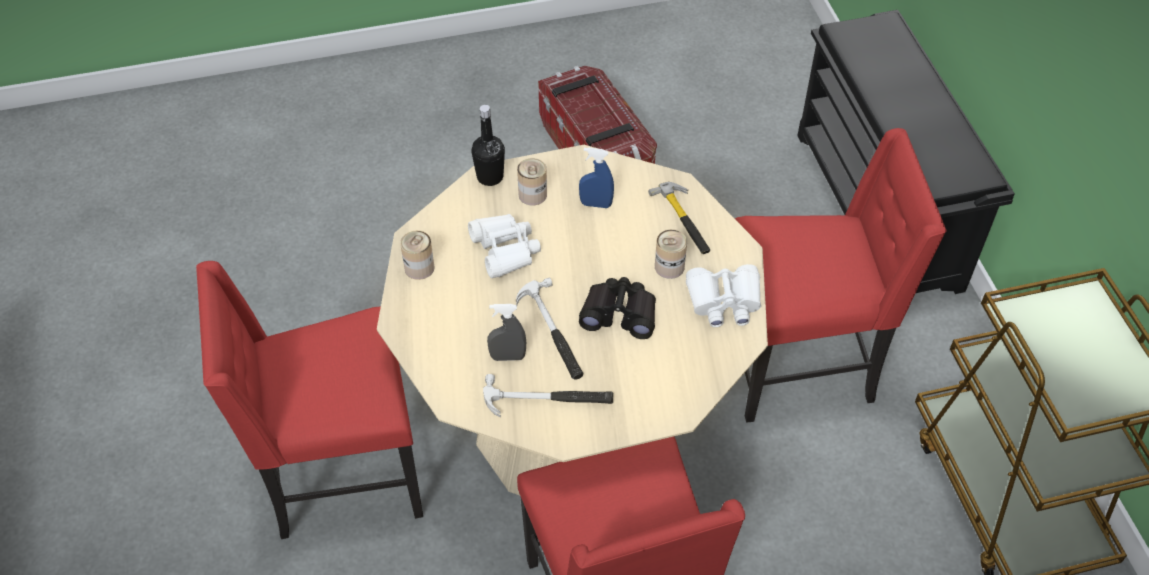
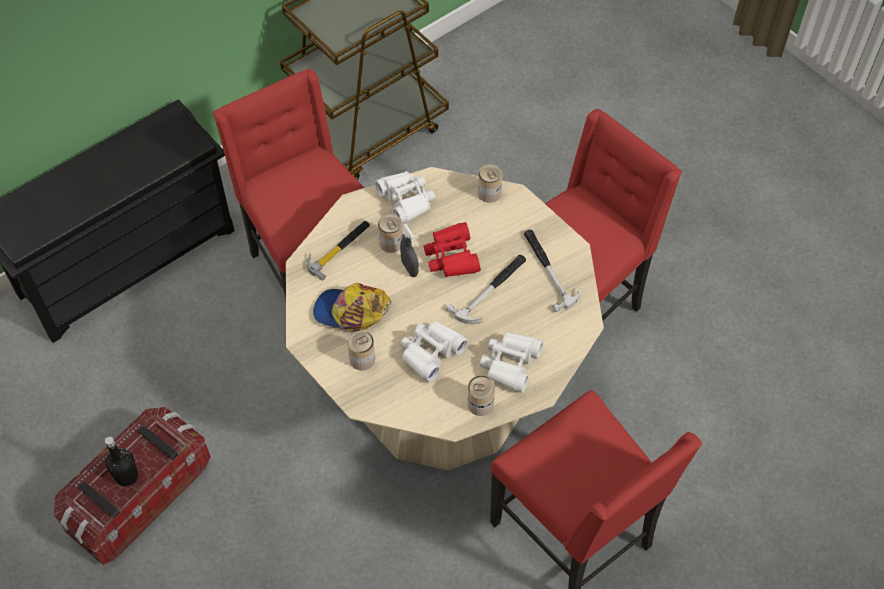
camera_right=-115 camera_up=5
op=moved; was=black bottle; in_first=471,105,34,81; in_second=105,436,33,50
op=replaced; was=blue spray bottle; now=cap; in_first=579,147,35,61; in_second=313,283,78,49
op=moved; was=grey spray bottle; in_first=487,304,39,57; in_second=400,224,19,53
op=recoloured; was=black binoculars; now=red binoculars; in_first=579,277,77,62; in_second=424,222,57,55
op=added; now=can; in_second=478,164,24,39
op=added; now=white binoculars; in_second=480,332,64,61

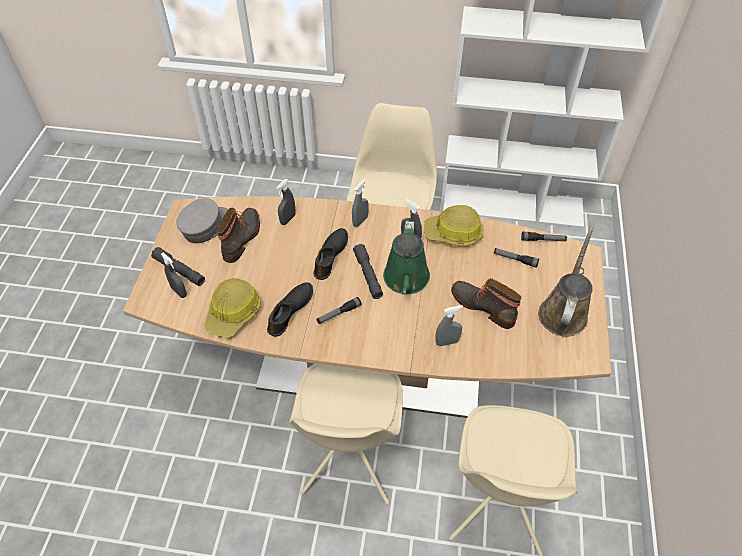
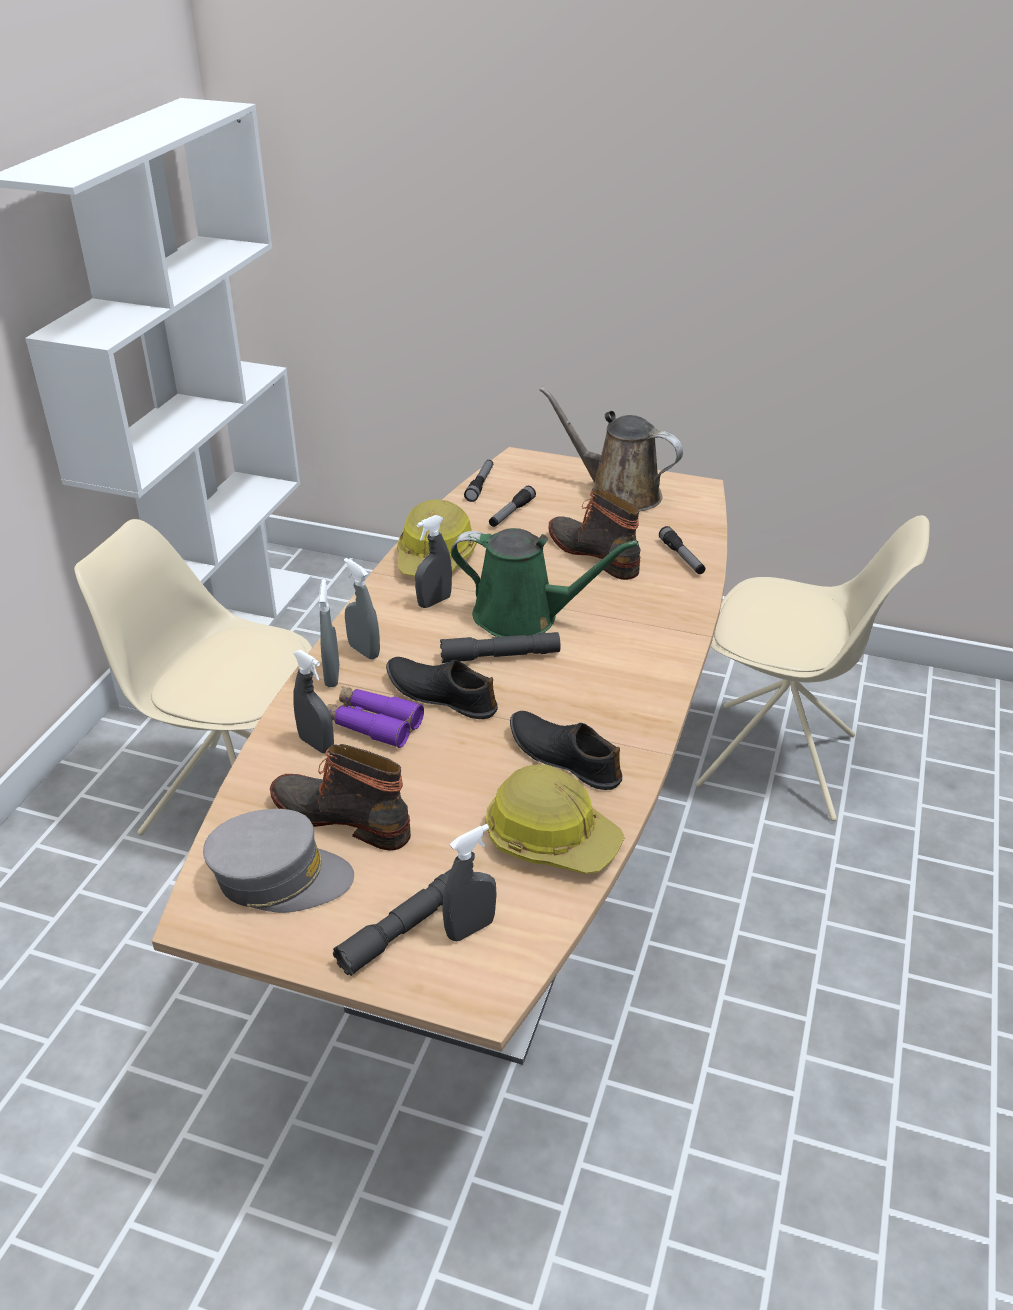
camera_right=-80 camera_up=-15
op=turned; was=grey cap; in_first=176,198,52,45; in_second=203,809,151,104; clockwise=135
op=moved; was=grey spray bottle; in_first=435,305,28,41; in_second=319,579,20,108
op=added; now=purple binoculars; in_second=327,686,97,62
op=turned; was=boot; in_first=451,278,71,51; in_second=548,489,93,91; clockwise=90
op=moved; was=flashlight; in_first=316,297,46,27; in_second=659,526,46,48
op=removed; was=beige chair; in_first=289,363,114,142

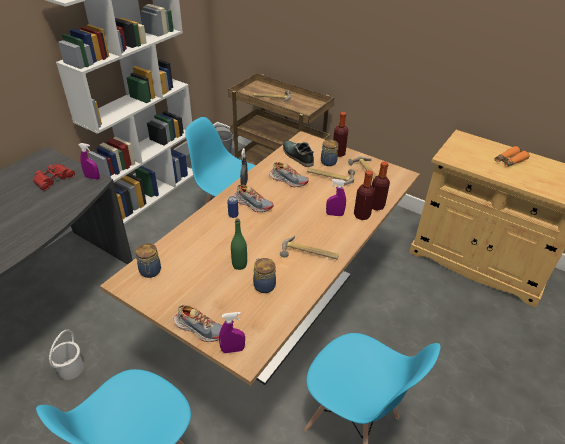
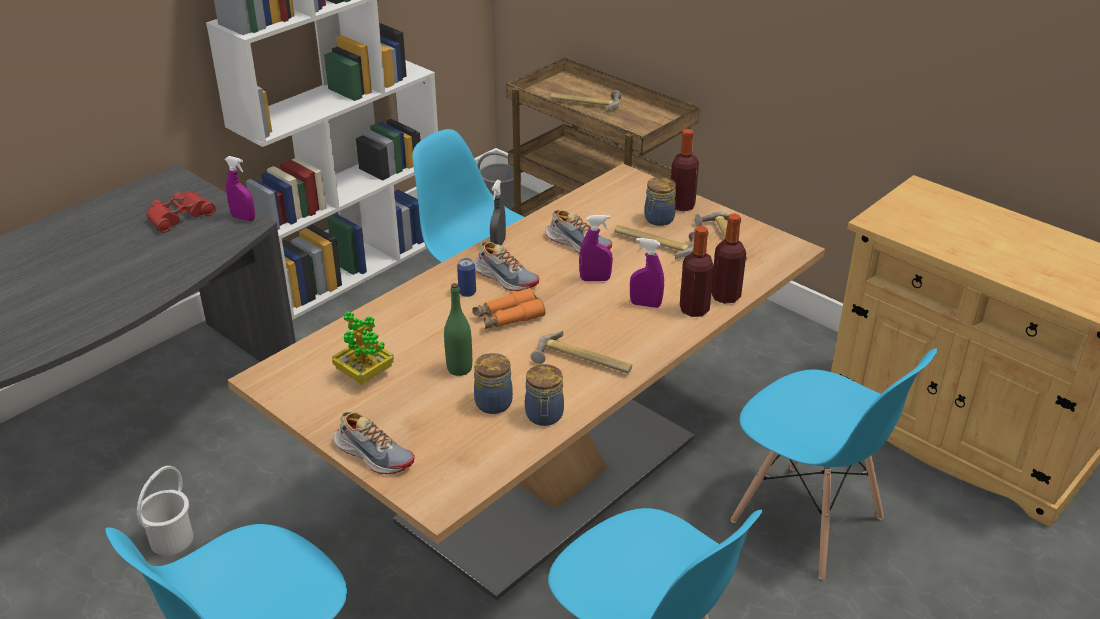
camera_right=10 camera_up=-5
op=added; now=potted plant; in_second=332,311,62,73
op=moved; was=orange binoculars; in_first=495,146,34,21; in_second=473,288,73,41
op=moved; was=jar; in_first=135,243,26,35; in_second=525,364,39,62
op=moved; was=purple spray bottle; in_first=219,312,26,41; in_second=579,215,34,66
op=added; now=blue chair; in_second=730,348,208,232
op=removed; was=shoe; in_first=283,141,31,26

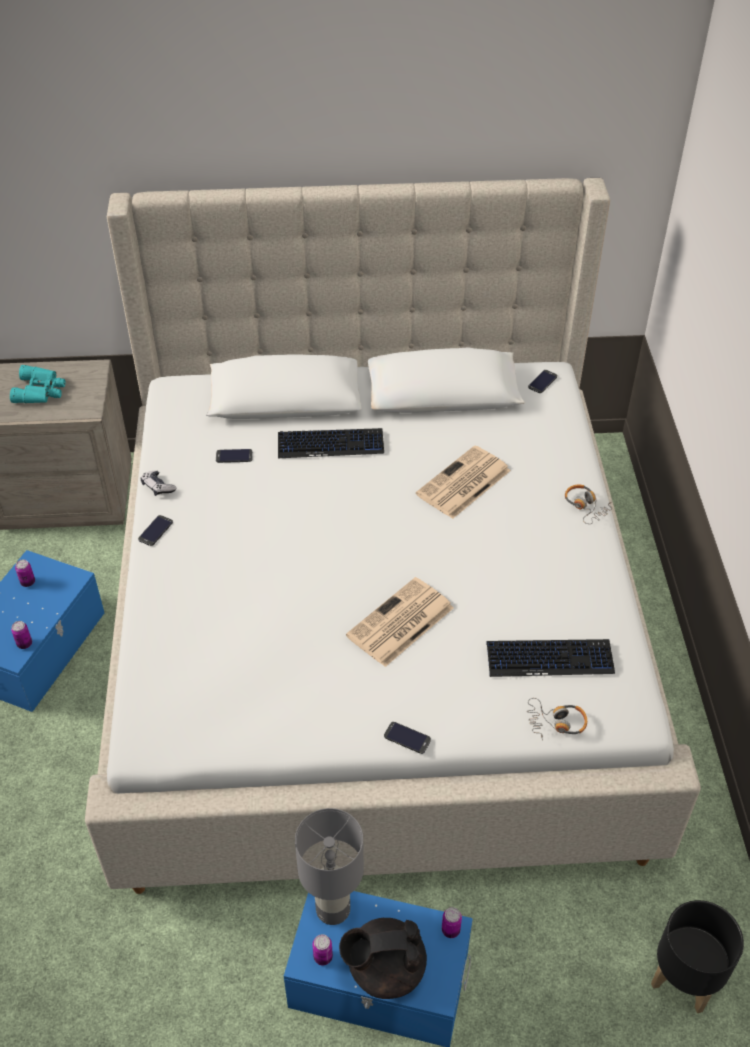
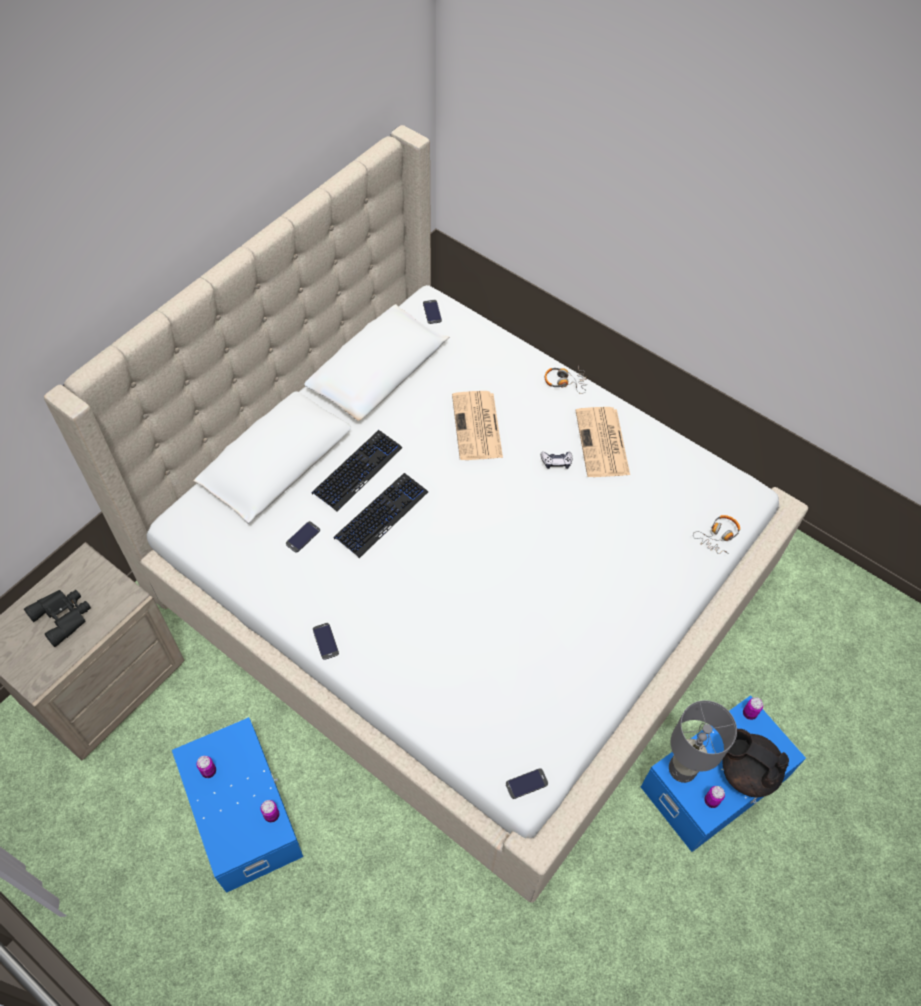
camera_right=-50 camera_up=10
op=recoloured; was=turquoise binoculars; now=black binoculars; in_first=10,365,56,38; in_second=24,590,67,57
op=moved; was=keyboard; in_first=486,639,129,38; in_second=334,473,94,85
op=moved; was=phone; in_first=384,722,47,32; in_second=506,768,42,31
op=moved; was=game controller; in_first=141,471,35,25; in_second=541,452,31,17
op=moved; was=newspaper; in_first=346,577,108,90; in_second=575,407,55,70
op=turned; was=black teapot; in_first=339,918,88,81; in_second=722,729,67,68; clockwise=90
op=removed; was=black planter; in_first=651,900,93,113

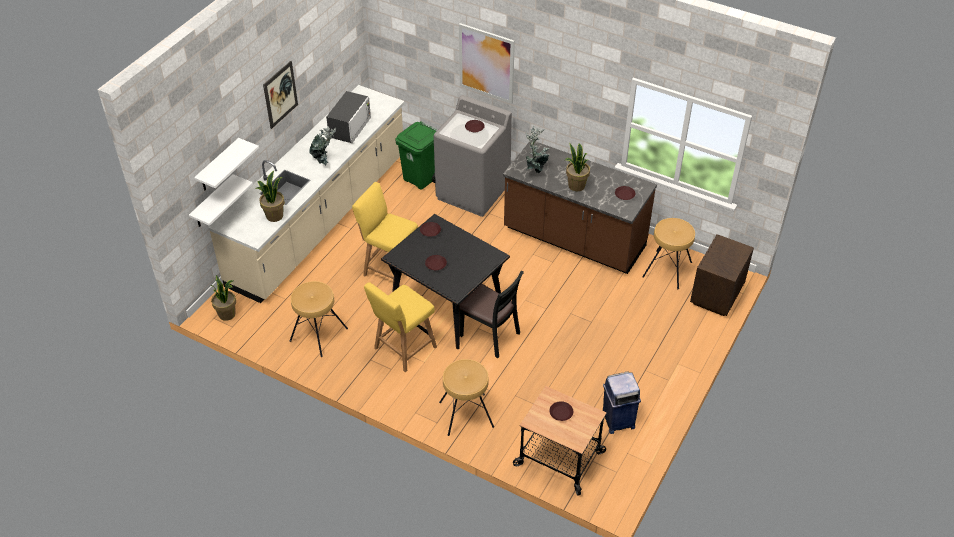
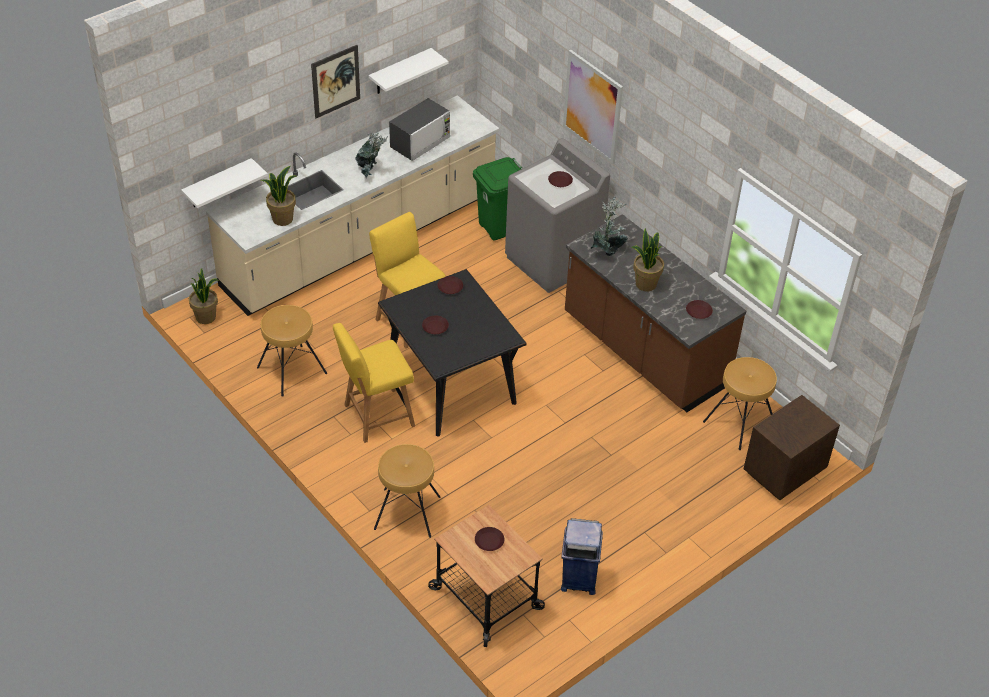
camera_right=20 camera_up=0
op=moved; was=white shelf; in_first=194,138,65,52; in_second=369,48,79,46
op=removed; was=black chair; in_first=460,271,64,87

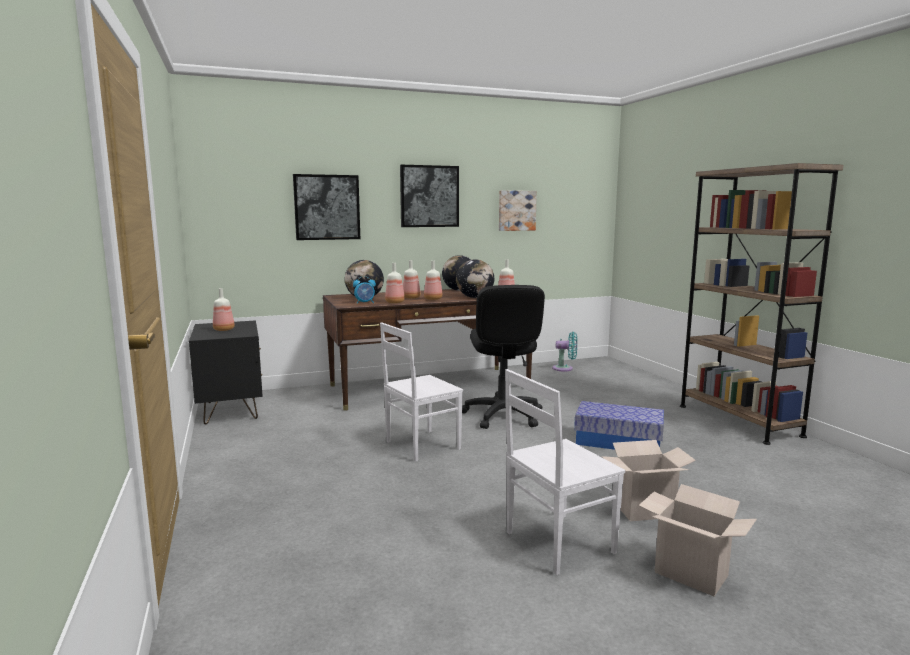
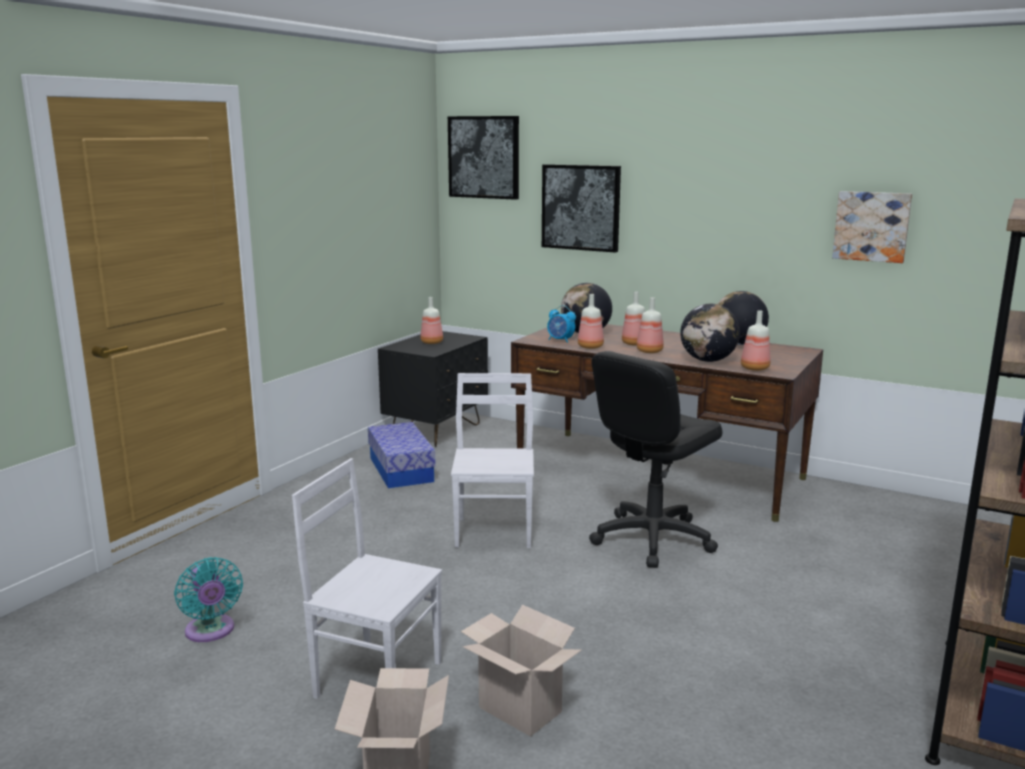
camera_right=50 camera_up=5
op=moved; was=turquoise fan; in_first=552,332,25,40; in_second=174,557,69,85
op=moved; was=storage box; in_first=574,401,90,49; in_second=368,422,68,66
op=moved; was=picture; in_first=400,165,59,62; in_second=448,116,71,84
op=turned; was=white chair; in_first=380,322,83,140; in_second=451,373,83,175; clockwise=75

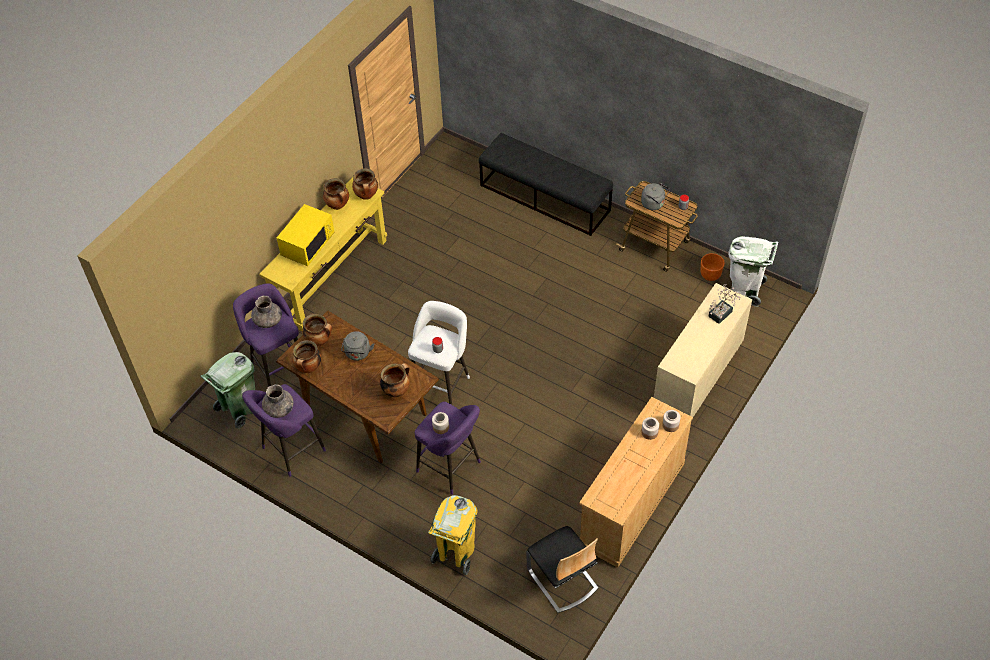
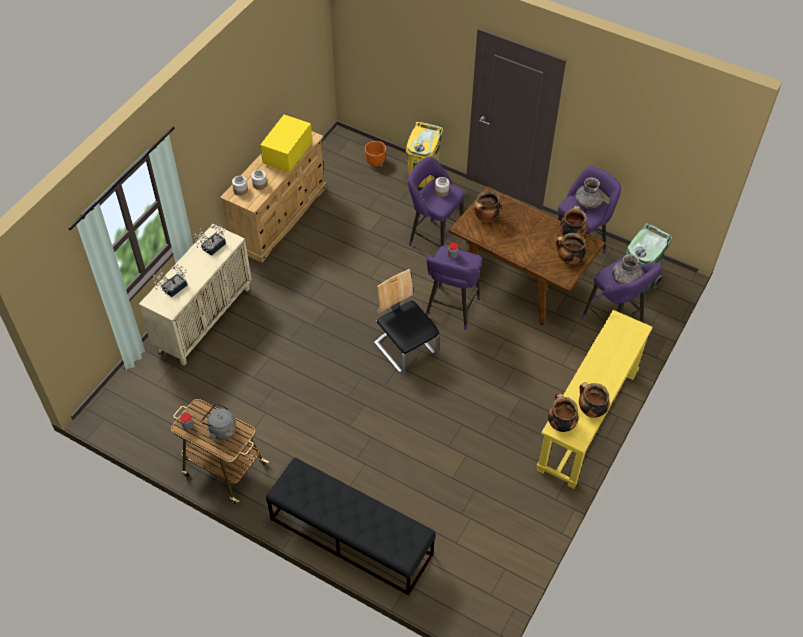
camera_right=175 camera_up=0
op=added; now=potted plant; in_second=193,223,33,33
op=moved; was=yellow microwave; in_first=277,204,57,62; in_second=260,115,52,58
op=moved; was=orange planter; in_first=700,253,25,28; in_second=365,141,21,26
op=moved; was=chair; in_first=526,526,72,87; in_second=374,269,66,105
op=recoloured; was=white stool; now=purple stool; in_first=408,301,62,104; in_second=426,246,56,84
op=removed; was=grey kettle; in_first=341,331,33,30
op=removed; was=white trash can; in_first=728,236,50,71

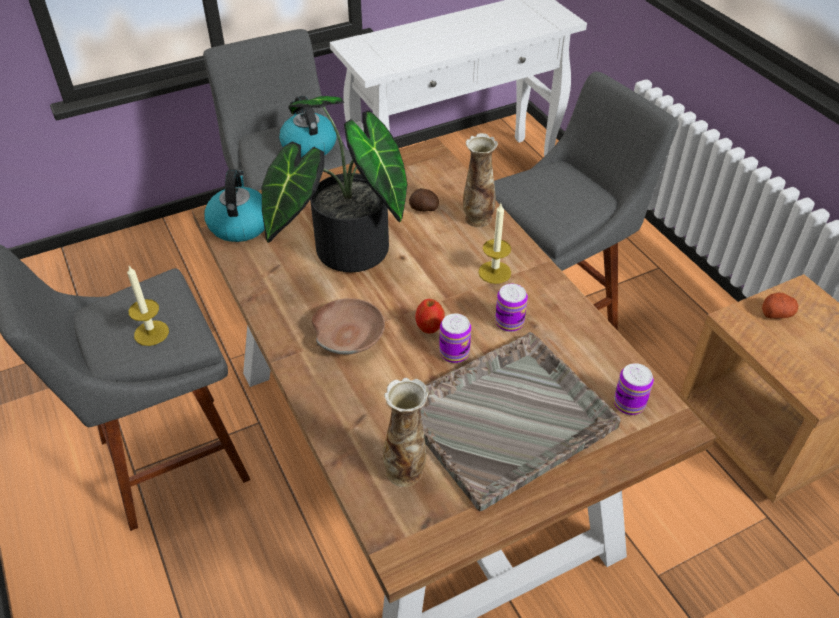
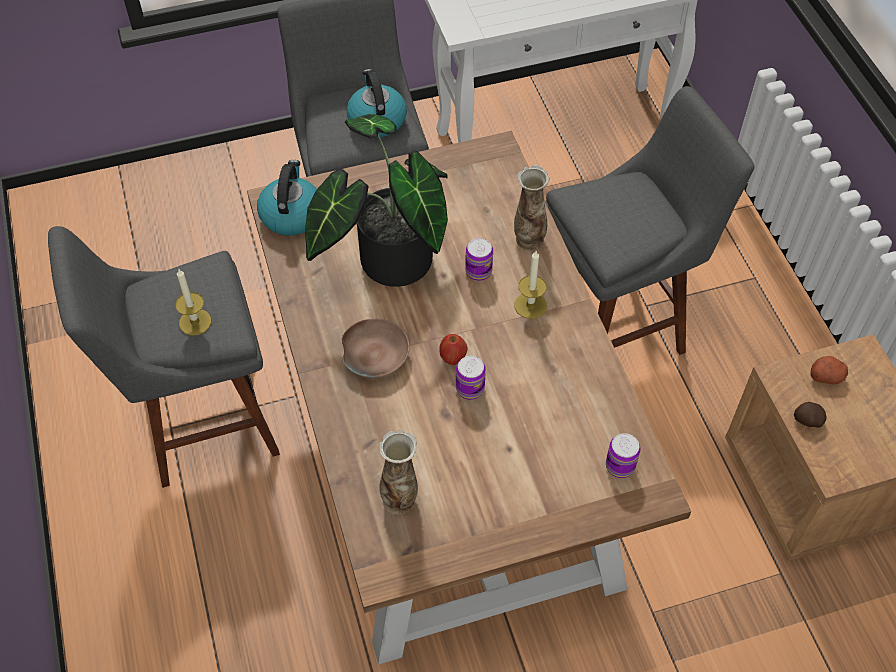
camera_right=10 camera_up=10
op=moved; was=can; in_first=495,284,33,48; in_second=465,238,28,43
op=moved; was=potato; in_first=409,188,30,24; in_second=794,402,32,26
op=removed; was=grey tray; in_first=420,332,201,179

